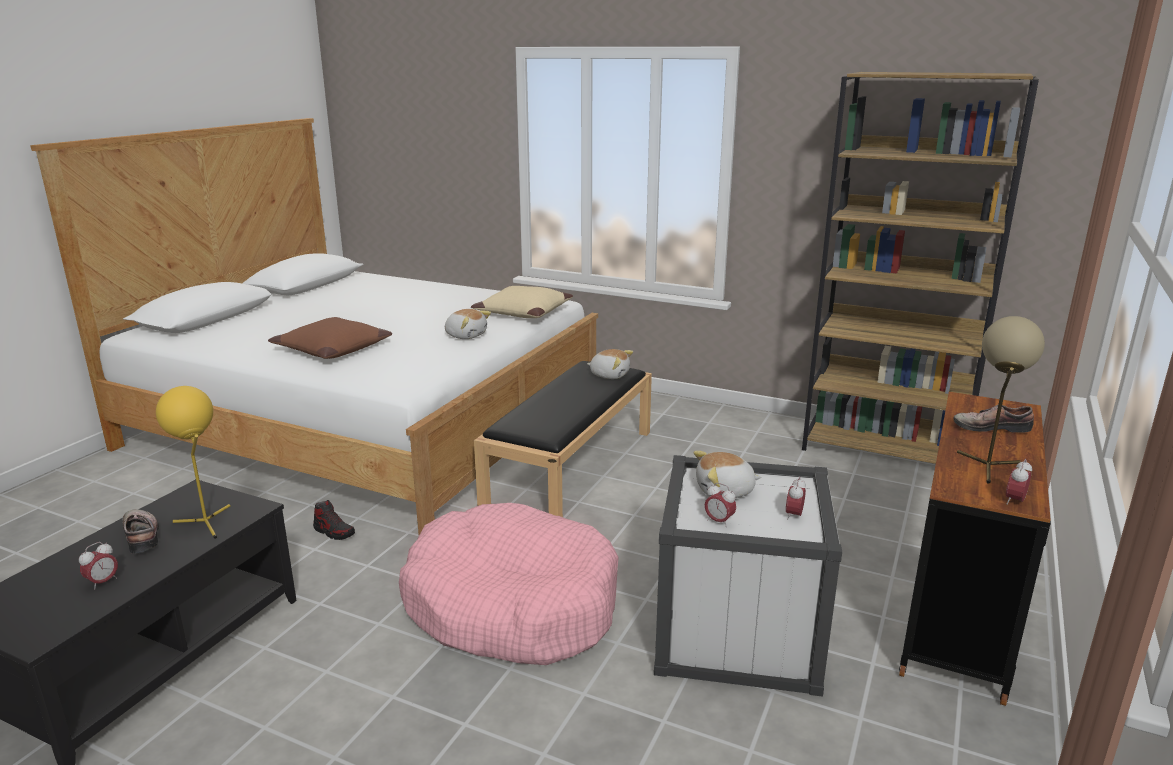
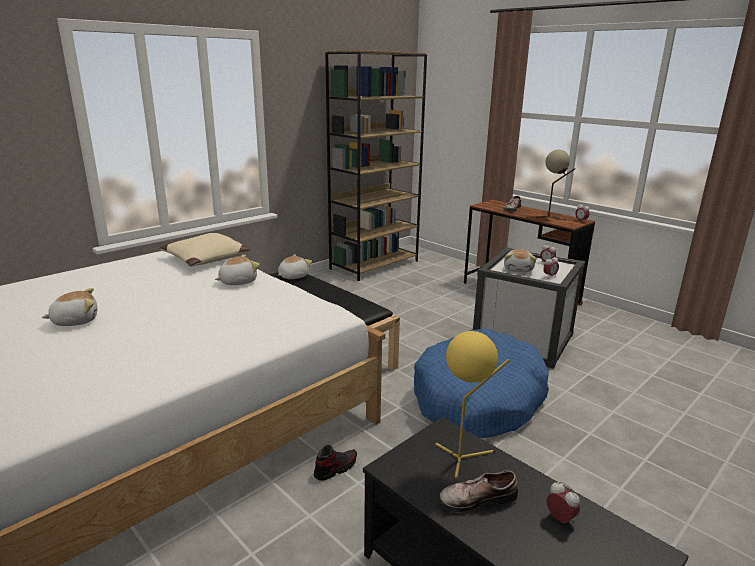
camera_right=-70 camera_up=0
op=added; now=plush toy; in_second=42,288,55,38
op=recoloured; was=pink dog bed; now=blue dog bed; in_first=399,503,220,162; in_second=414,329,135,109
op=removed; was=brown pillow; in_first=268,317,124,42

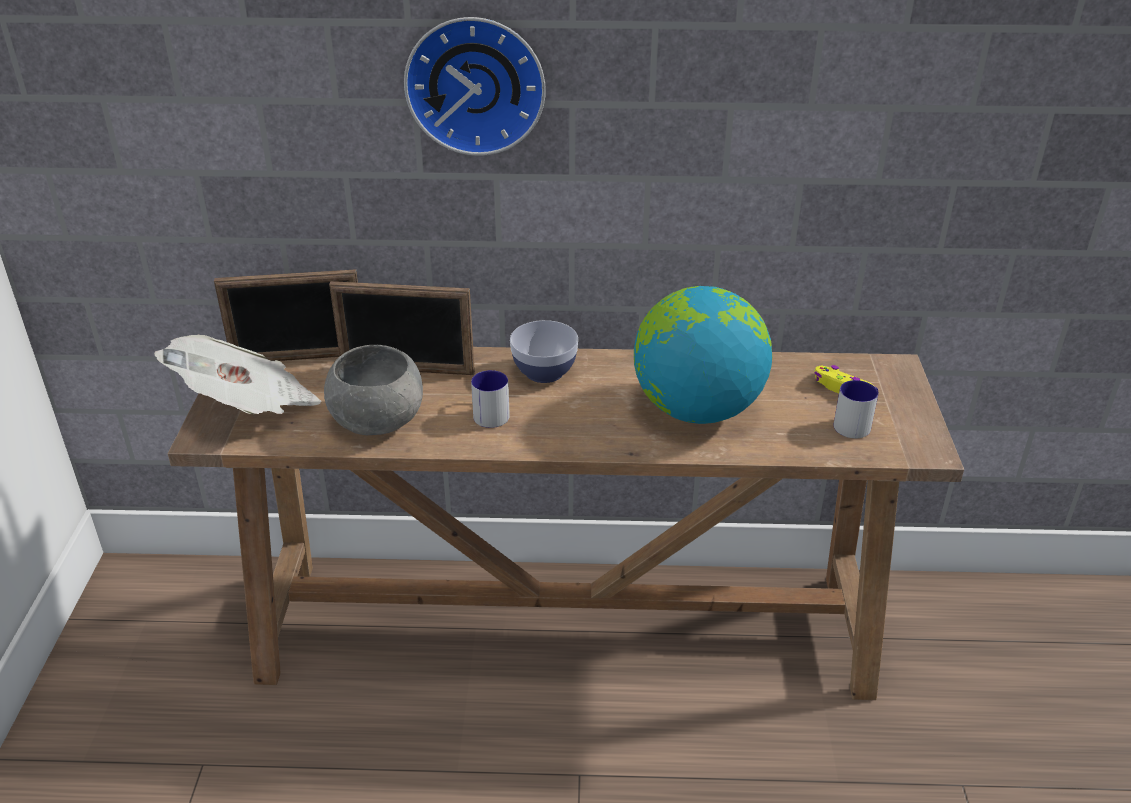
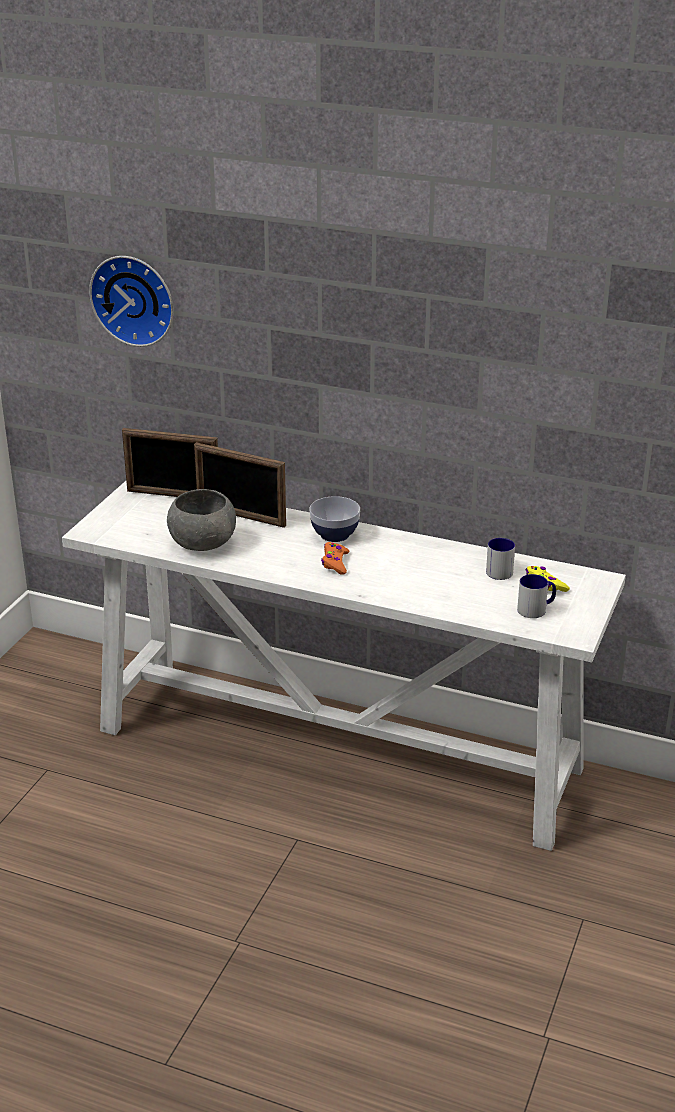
camera_right=20 camera_up=-5
op=recoloured; was=brown console table; now=white console table; in_first=168,347,796,353; in_second=62,481,564,370
op=moved; was=wall clock; in_first=404,17,142,139; in_second=89,256,85,91
op=added; now=orange game controller; in_second=321,542,28,33
op=moved; was=mug; in_first=471,370,39,58; in_second=486,538,29,42
op=removed; was=newspaper; in_first=154,335,168,80
op=removed; was=globe; in_first=634,286,138,138

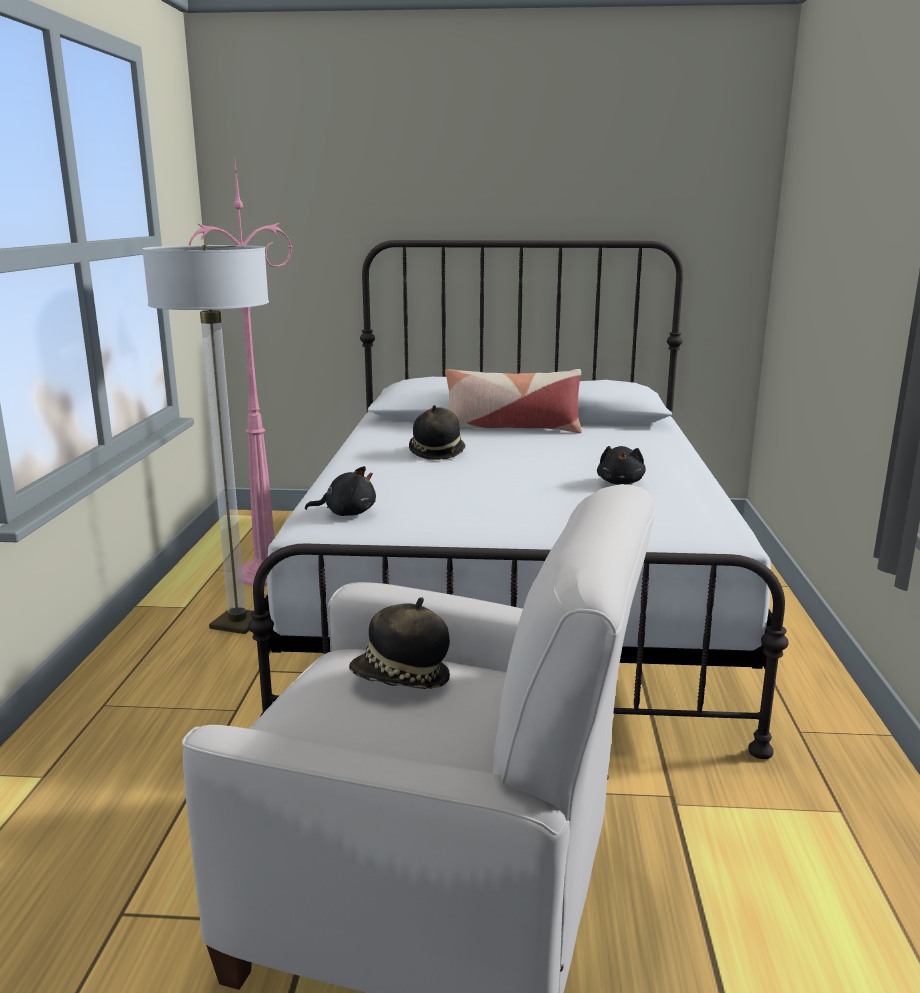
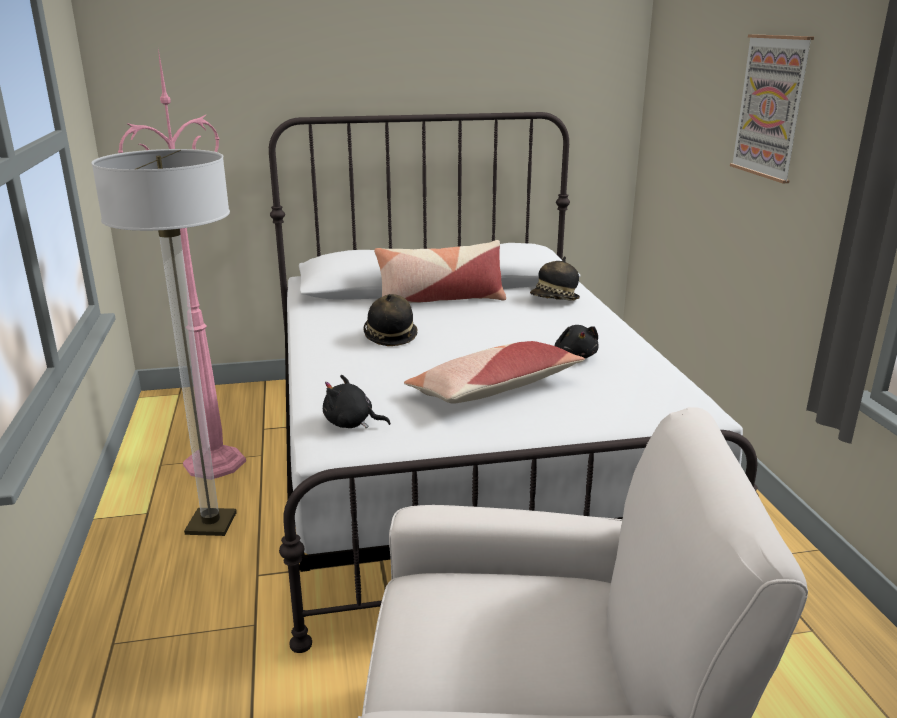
camera_right=-15 camera_up=5
op=turned; was=black plush toy; in_first=305,466,71,50; in_second=323,375,68,53; clockwise=-150
op=added; now=pillow; in_second=404,341,181,63
op=moved; was=hat; in_first=349,597,101,92; in_second=530,256,50,45
op=added; now=picture; in_second=730,34,84,149

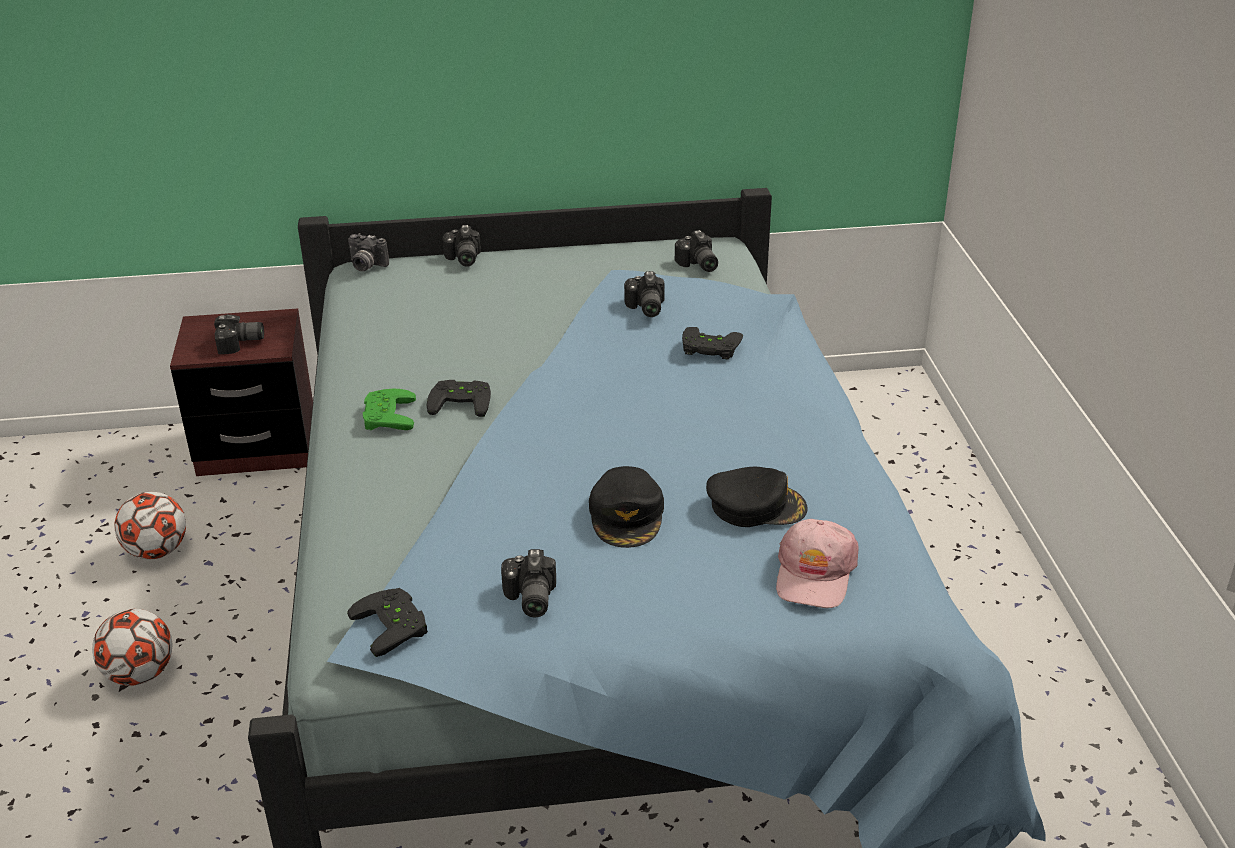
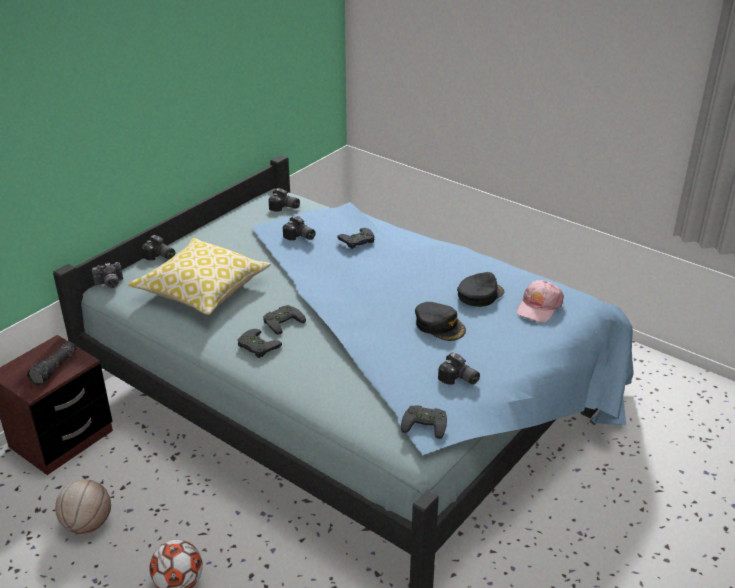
camera_right=-45 camera_up=0
op=replaced; was=photo camera; now=flashlight; in_first=214,314,50,40; in_second=27,342,50,43
op=replaced; was=football; now=basketball; in_first=114,491,72,69; in_second=55,480,56,54
op=added; now=pillow; in_second=128,238,143,77
op=recoloured; was=green game controller; now=black game controller; in_first=363,389,53,41; in_second=238,329,44,29
op=turned; was=pink cap; in_first=776,519,83,89; in_second=517,280,47,42; clockwise=60

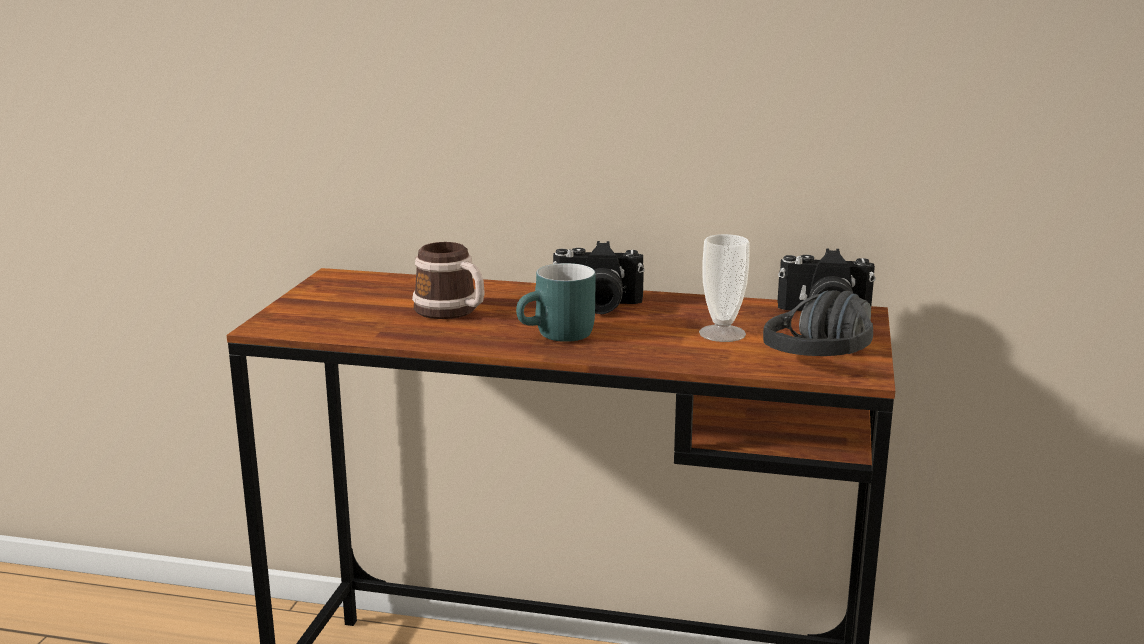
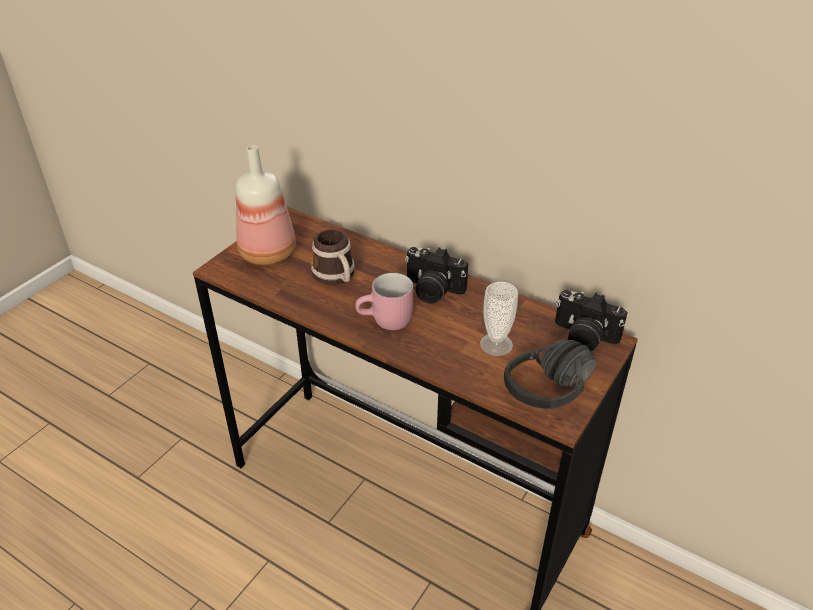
camera_right=20 camera_up=20
op=added; now=bottle; in_second=236,145,60,120
op=recoloured; was=turquoise mug; now=pink mug; in_first=516,263,80,79; in_second=355,273,58,57

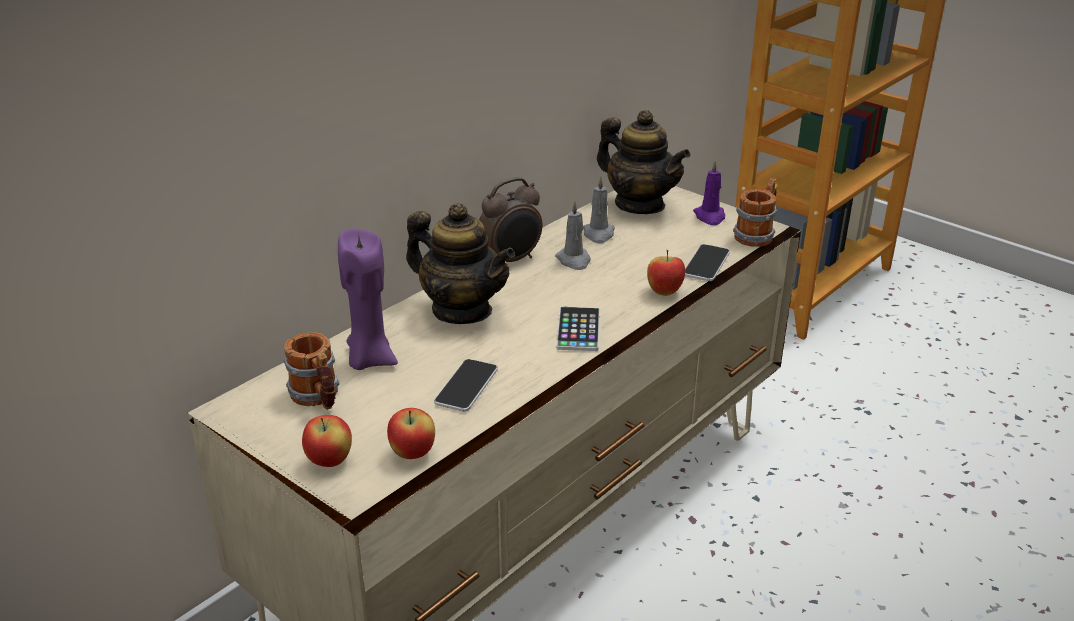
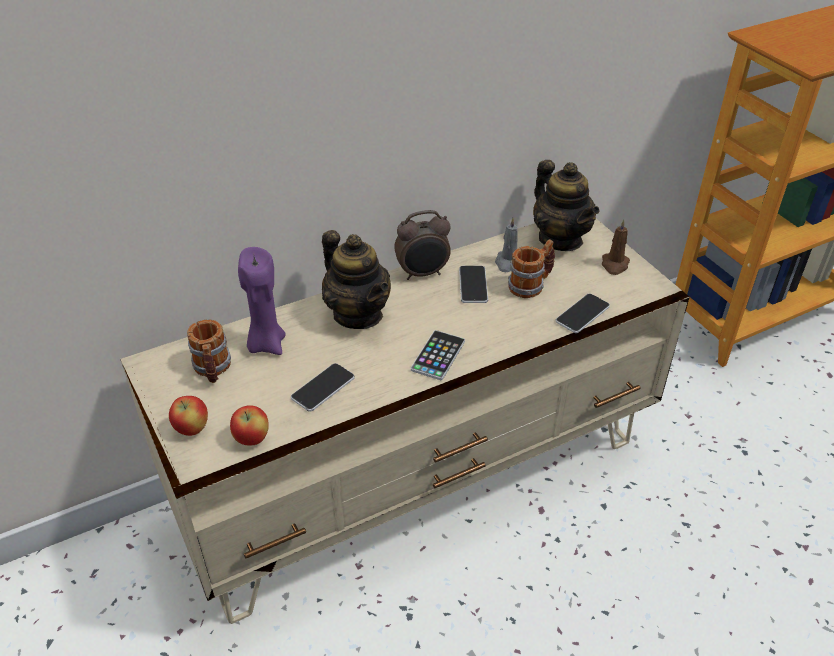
camera_right=20 camera_up=10
op=replaced; was=grey candle; now=phone; in_first=555,201,36,69; in_second=459,266,29,37
op=moved; was=mug; in_first=733,178,44,69; in_second=508,239,47,59
op=recoloured; was=purple candle; now=brown candle; in_first=693,160,32,65; in_second=602,219,28,56
op=removed; was=apple; in_first=647,250,38,46

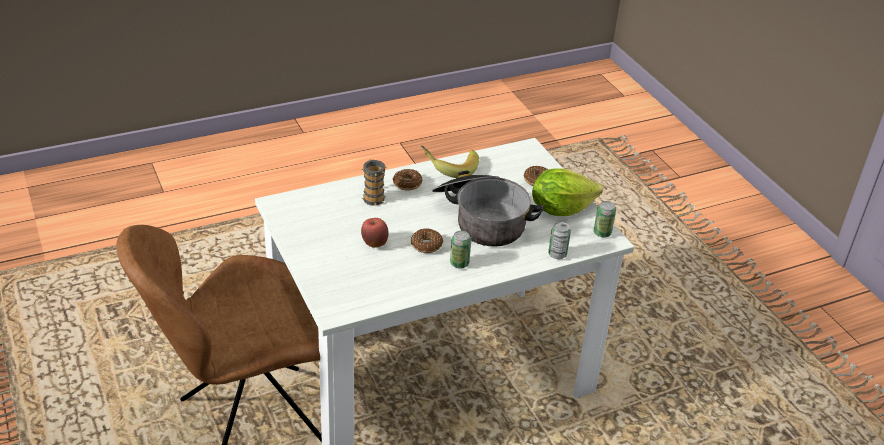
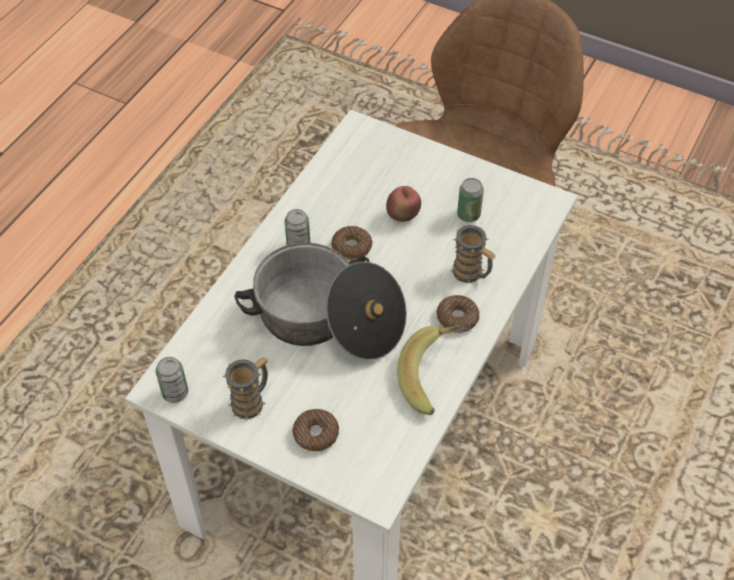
camera_right=145 camera_up=15
op=replaced; was=lettuce; now=mug; in_first=532,168,71,48; in_second=222,357,46,64
op=moved; was=can; in_first=548,222,23,37; in_second=457,178,27,44

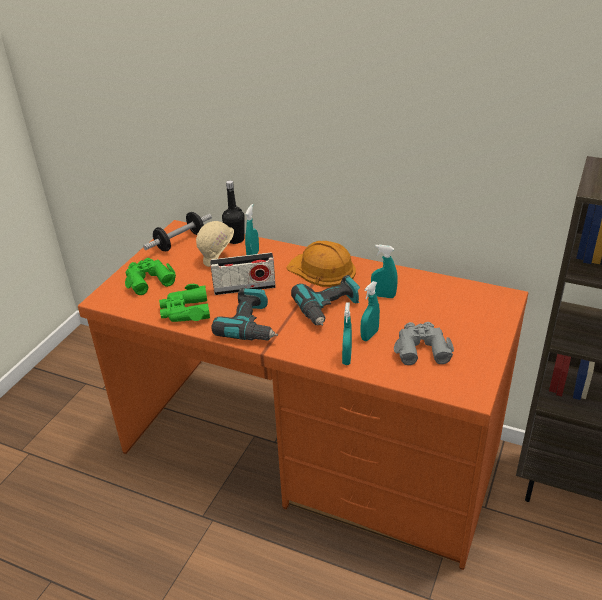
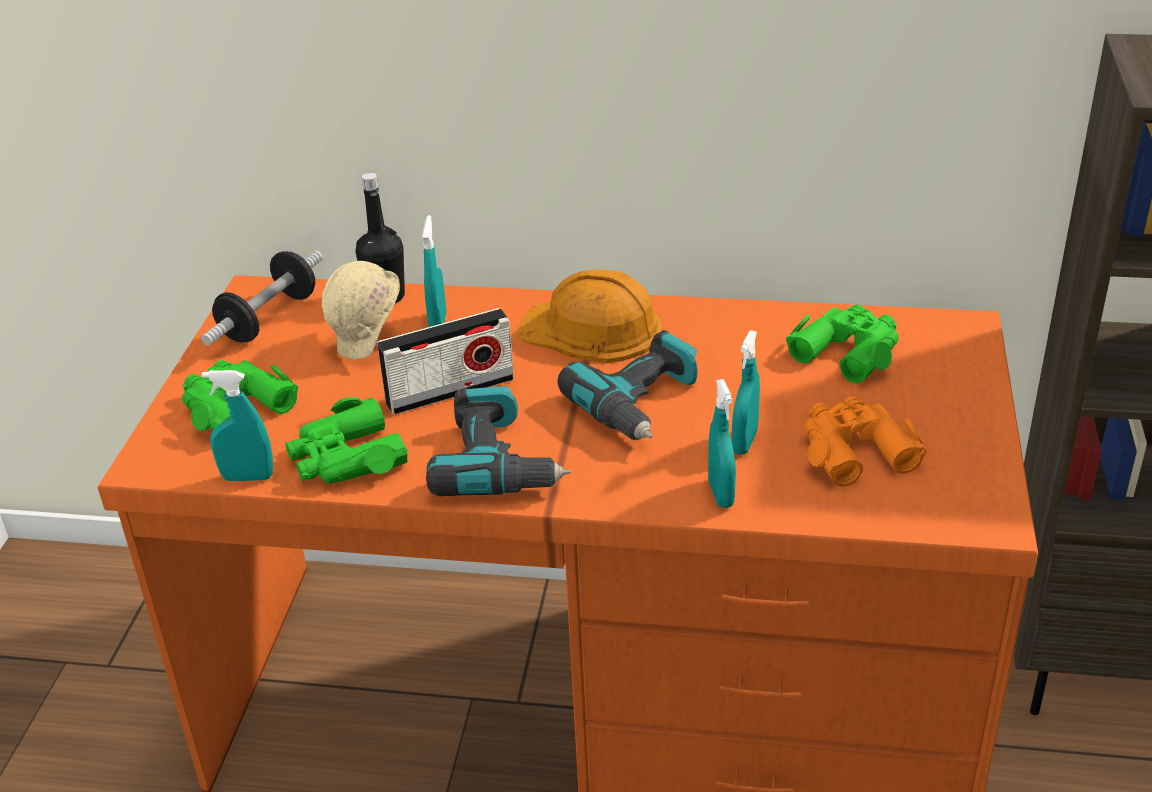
camera_right=-15 camera_up=0
op=moved; was=turquoise spray bottle; in_first=371,245,27,53; in_second=202,370,71,111
op=added; now=green binoculars; in_second=786,305,113,78
op=recoloured; was=grey binoculars; now=orange binoculars; in_first=394,322,60,43; in_second=804,396,123,91

